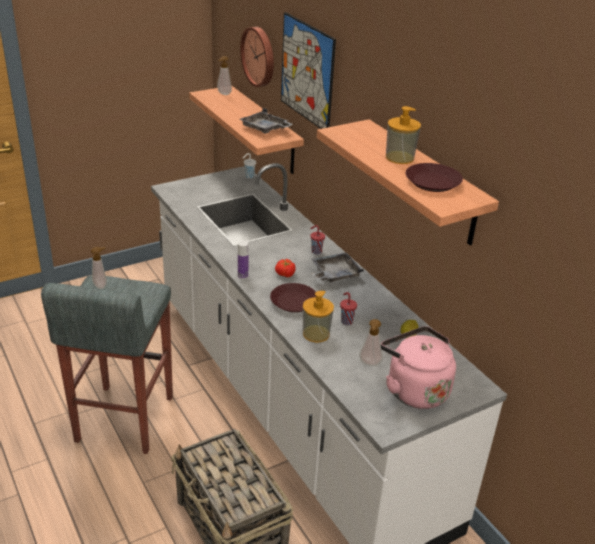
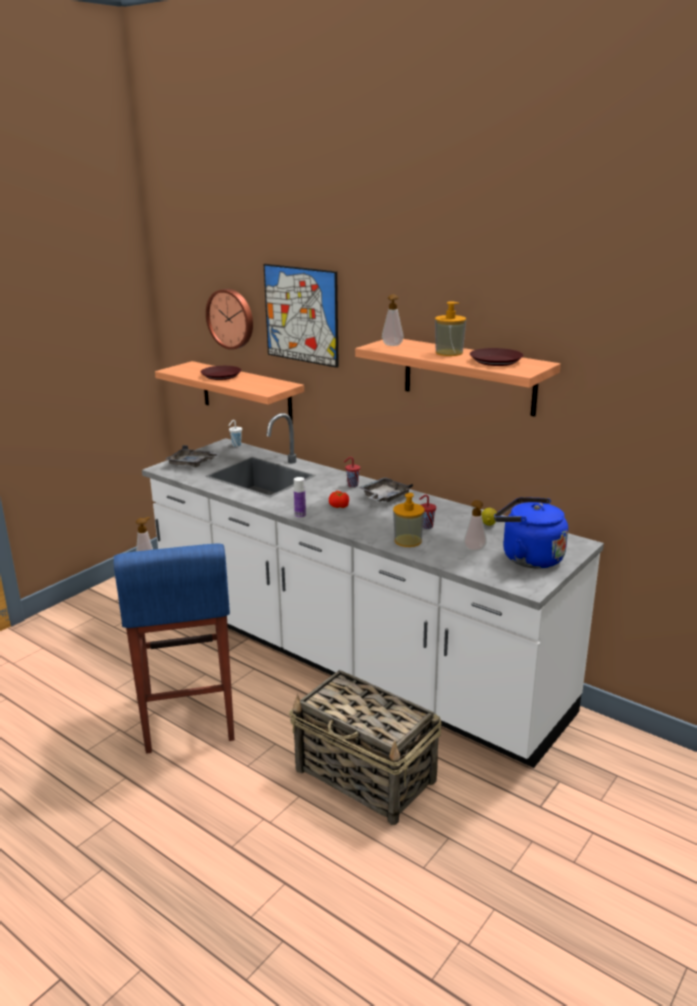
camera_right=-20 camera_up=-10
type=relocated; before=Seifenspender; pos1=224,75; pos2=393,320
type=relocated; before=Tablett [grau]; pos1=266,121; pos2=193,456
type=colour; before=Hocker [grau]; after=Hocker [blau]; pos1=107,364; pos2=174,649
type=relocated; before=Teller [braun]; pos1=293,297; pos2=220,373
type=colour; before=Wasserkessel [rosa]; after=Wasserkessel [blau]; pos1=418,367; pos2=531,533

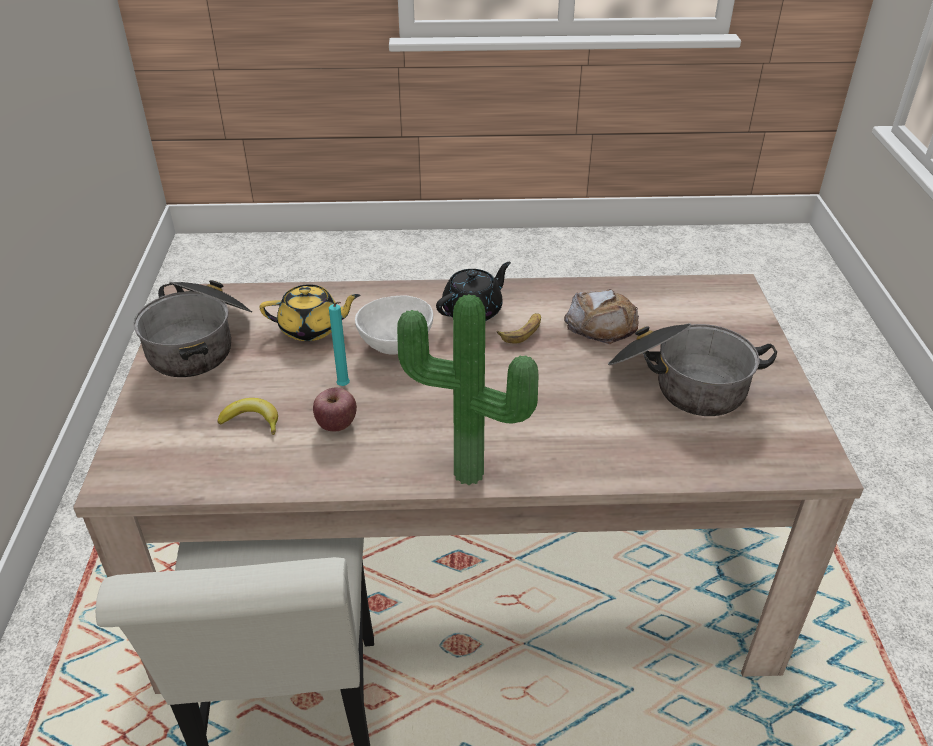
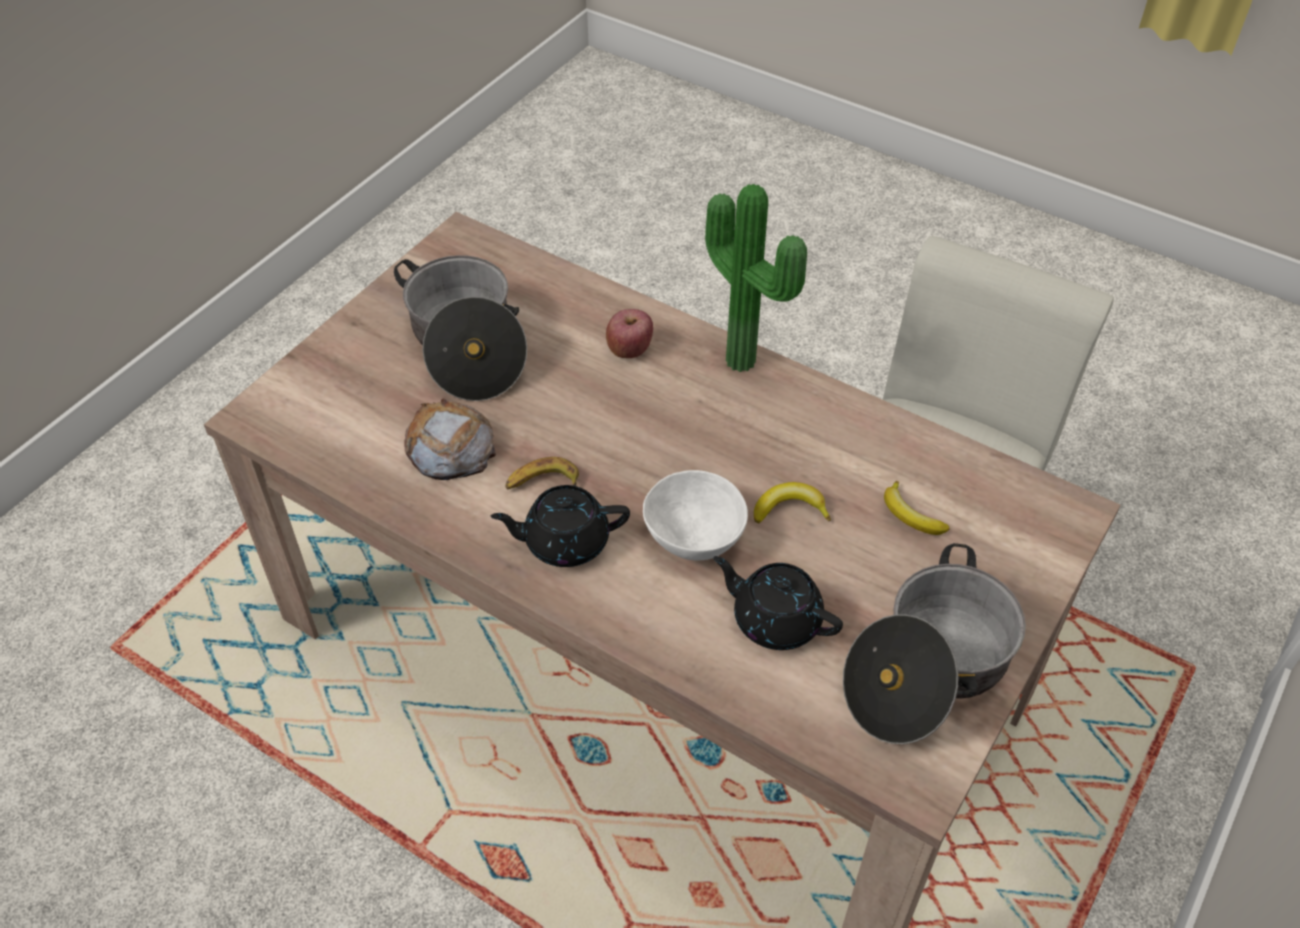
camera_right=-145 camera_up=10
type=colour; before=Teekanne [gelb]; after=Teekanne [schwarz]; pos1=310,313; pos2=778,603
type=exchanged; before=Kerze [türkis]; after=Banane; pos1=339,344; pos2=792,502
type=relocated; before=Apfel; pos1=335,409; pos2=629,333

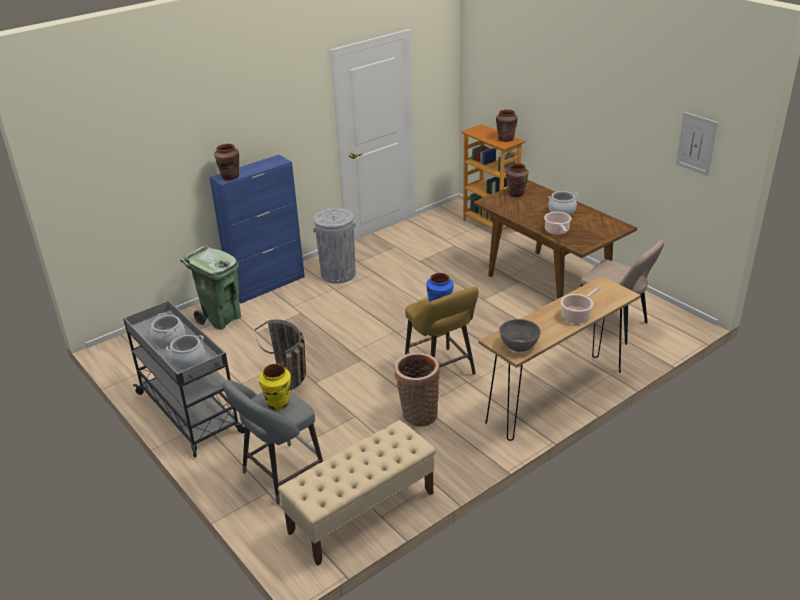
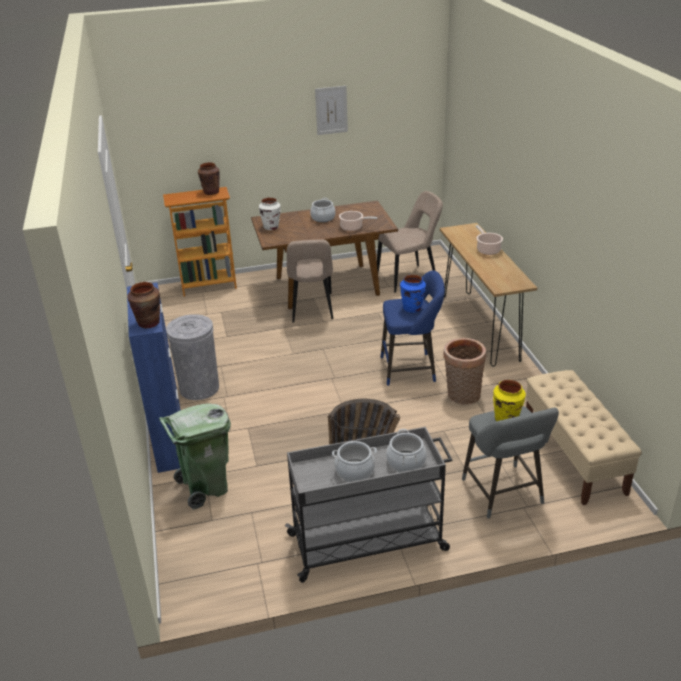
camera_right=-65 camera_up=0
type=relocated; before=Bild; pos1=697,144; pos2=331,110
type=colour; before=Vase [braun]; after=Vase [weiß]; pos1=517,180; pos2=270,214
type=colour; before=Hocker [gelb]; after=Hocker [blau]; pos1=442,331; pos2=413,328
type=missing; before=Schüssel [grau]; pos1=520,335
type=appeared; after=Stuhl [beige]; pos2=310,281

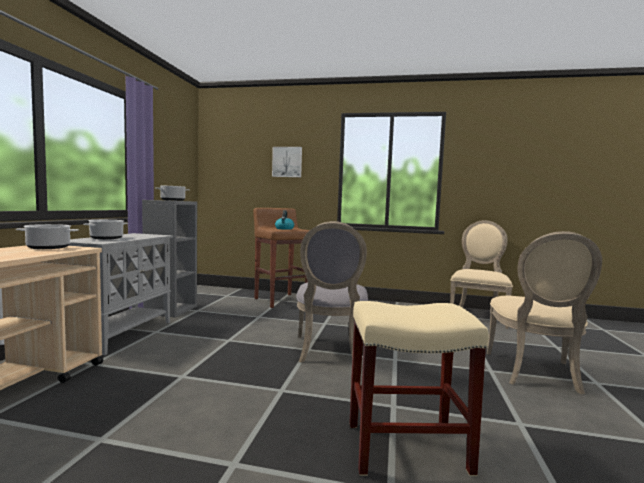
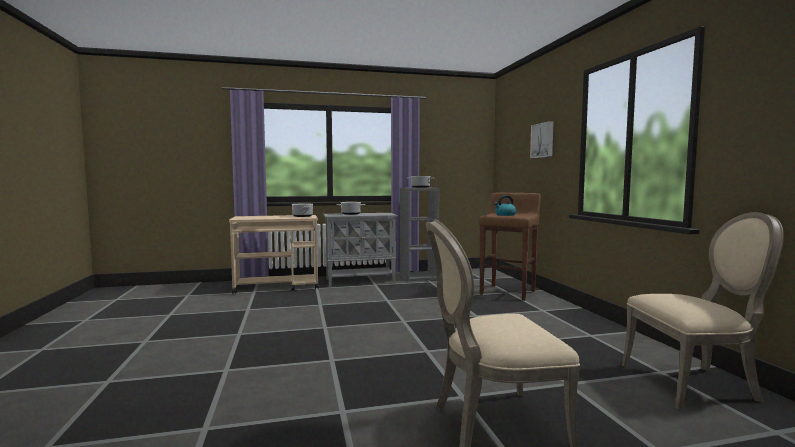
camera_right=65 camera_up=0
type=missing; before=Stuhl [grau]; pos1=332,292
type=missing; before=Hocker [beige]; pos1=419,388

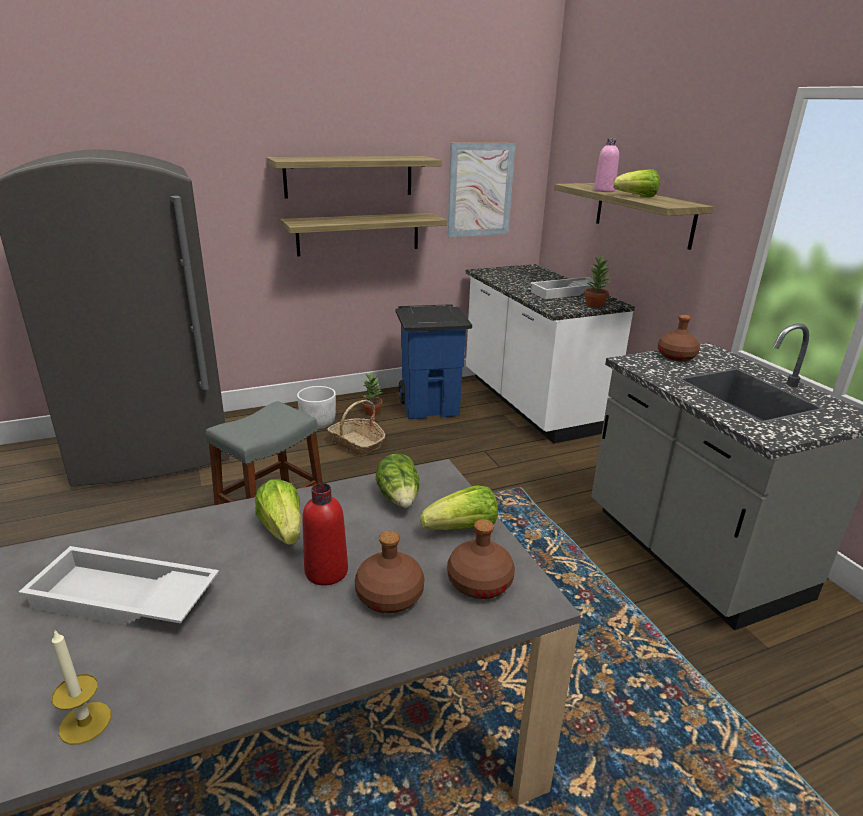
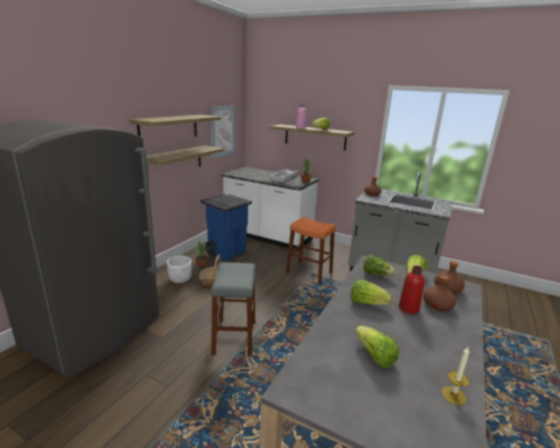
camera_right=-40 camera_up=-5
type=exchanged; before=Tablett [weiß]; after=Salatkopf; pos1=118,586; pos2=377,347
type=appeared; after=Hocker [orange]; pos2=311,250

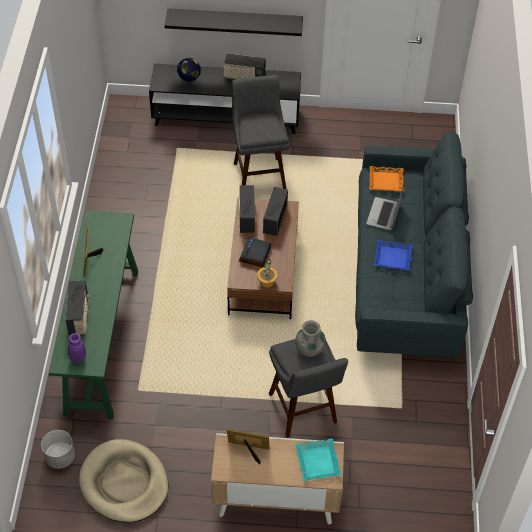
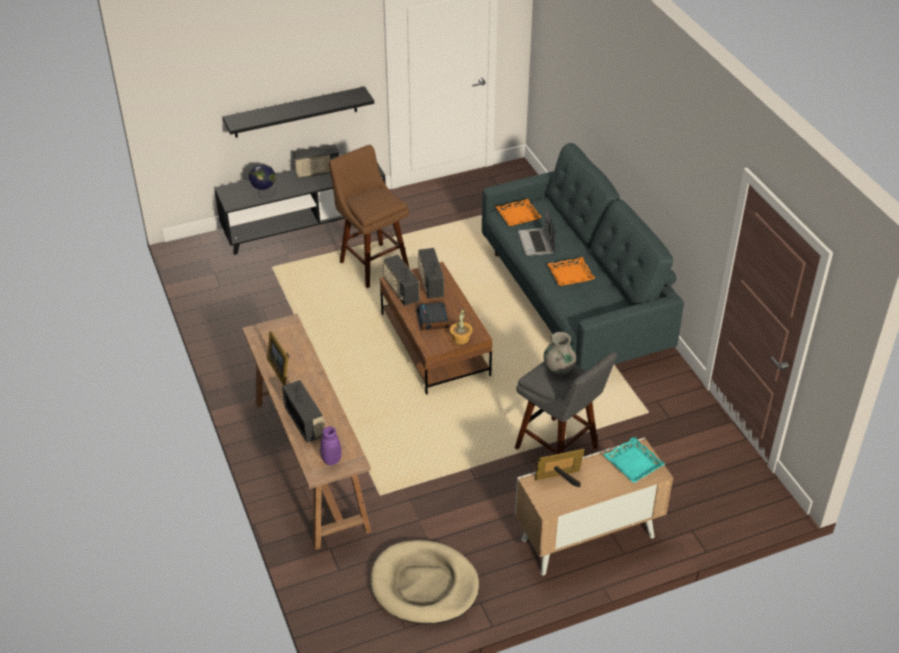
camera_right=-25 camera_up=-10
type=colour; before=Hocker [grau]; after=Hocker [braun]; pos1=260,132; pos2=369,216
type=colour; before=Konsolentisch [grün]; after=Konsolentisch [braun]; pos1=93,315; pos2=306,432
type=colour; before=Tablett [blau]; after=Tablett [orange]; pos1=393,255; pos2=571,271
type=missing; before=Pflanzkübel [grau]; pos1=58,449

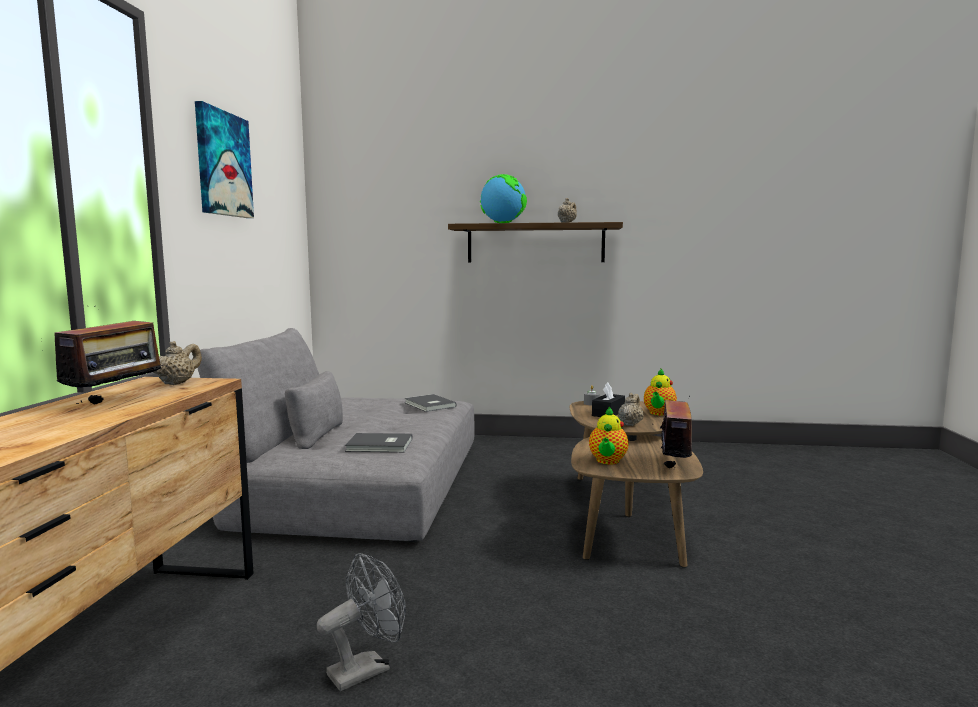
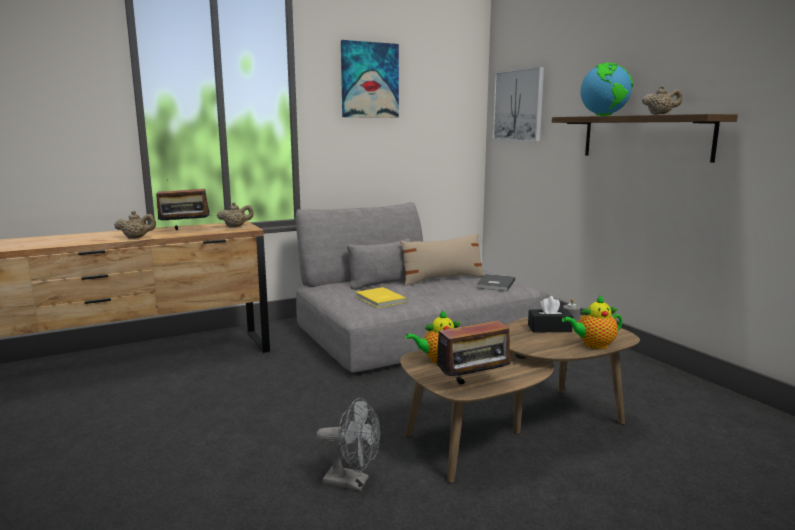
camera_right=55 camera_up=5
type=relocated; before=Teekanne [beige]; pos1=631,409; pos2=135,225
type=colour; before=Buch [grau]; after=Buch [gelb]; pos1=378,442; pos2=381,297
type=relocated; before=Ventilator [grau]; pos1=361,622; pos2=348,444
type=appeared; after=Bild; pos2=518,104
type=appeared; after=Kissen [beige]; pos2=442,260

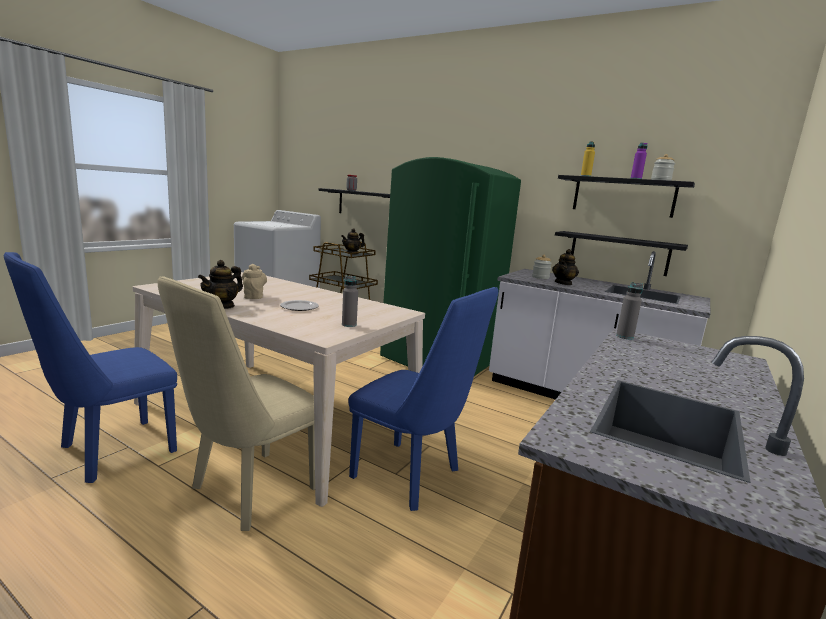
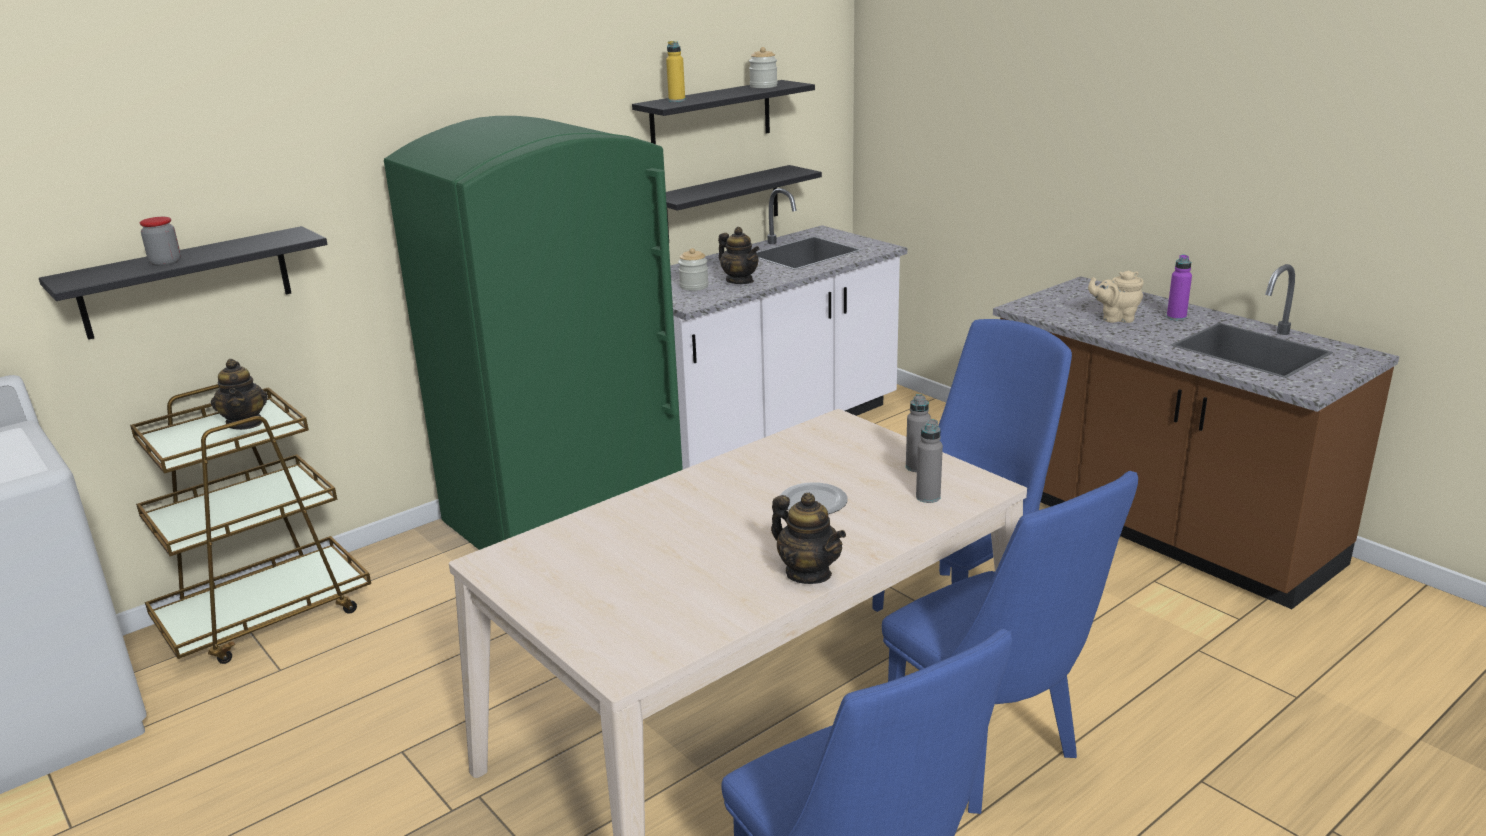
camera_right=-70 camera_up=10
type=relocated; before=Flasche [lila]; pos1=639,161; pos2=1179,288
type=relocated; before=Teekanne [beige]; pos1=254,281; pos2=1116,297
type=colour; before=Stuhl [beige]; after=Stuhl [blau]; pos1=236,403; pos2=1010,642
type=relocated; before=Flasche [grau]; pos1=629,311; pos2=929,461

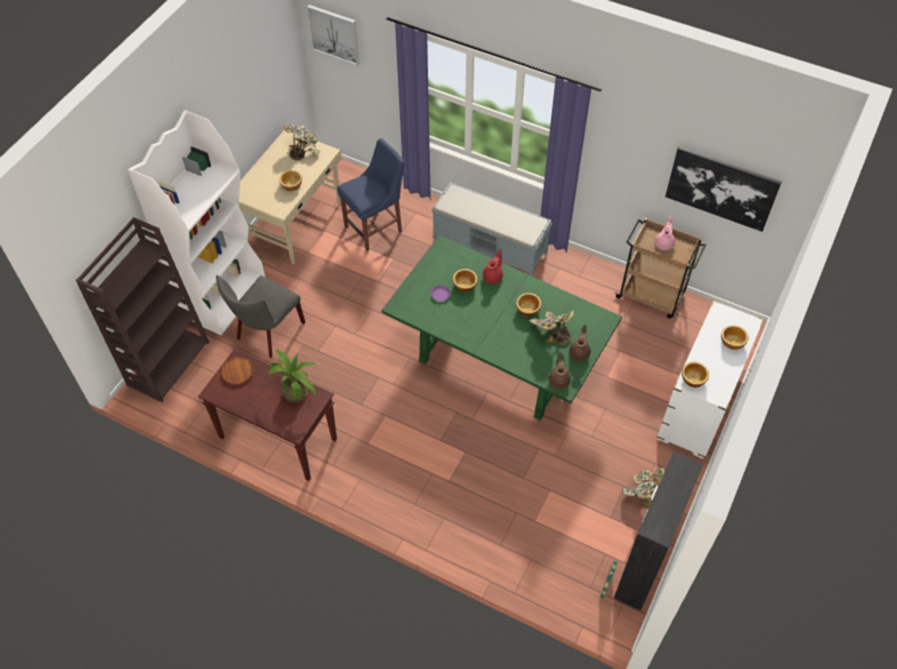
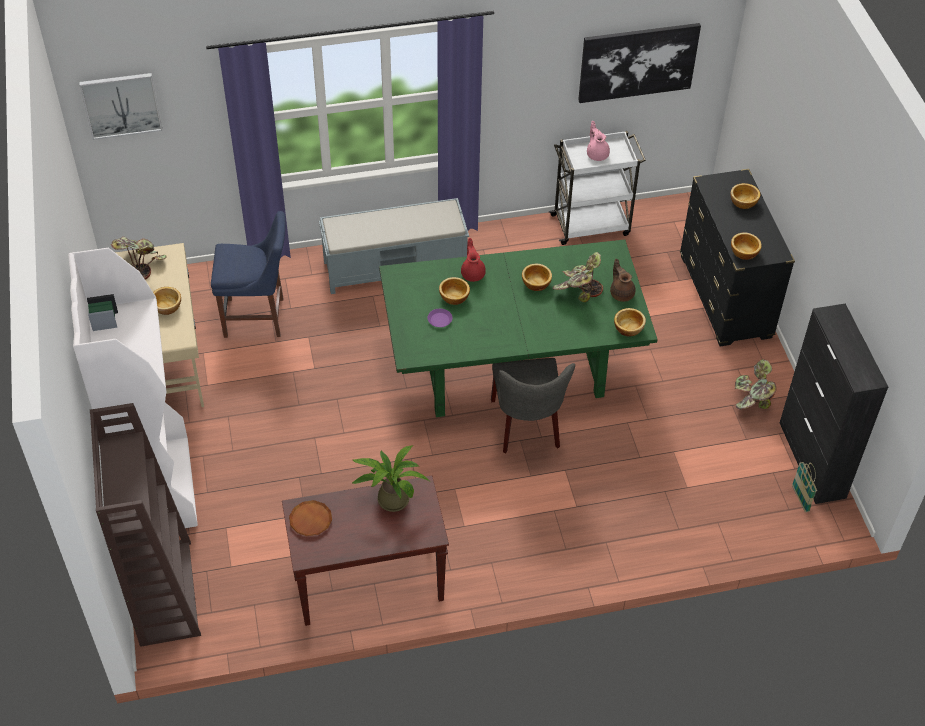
camera_right=-40 camera_up=-5
type=spun; before=Stuhl [blau]; pos1=371,194; pos2=248,274; turn=75
type=colour; before=Rollwagen [braun]; after=Rollwagen [weiß]; pos1=660,268; pos2=597,188
type=relocated; before=Stuhl [grau]; pos1=260,316; pos2=533,405
type=colour; before=Kommode [weiß]; after=Kommode [schwarz]; pos1=710,379; pos2=737,257
type=exchanged; before=Teekanne [braun]; after=Schüssel; pos1=560,370; pos2=630,322

